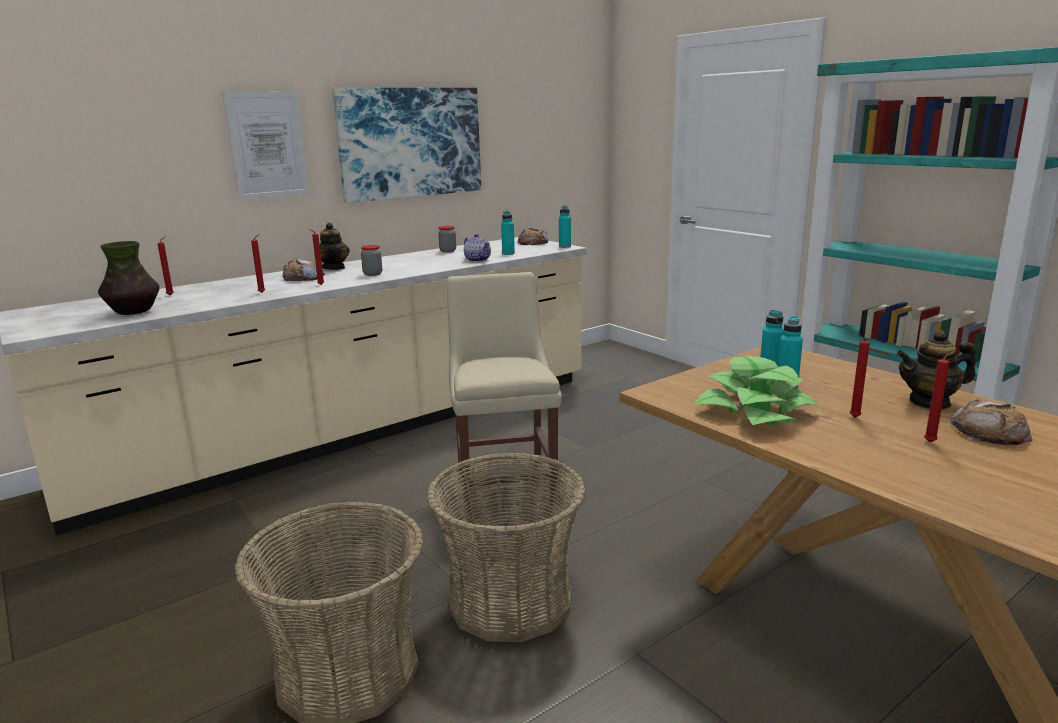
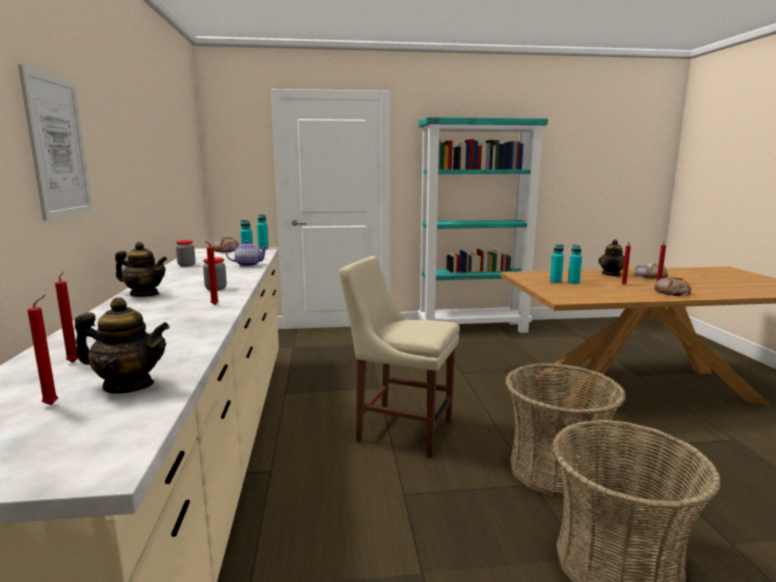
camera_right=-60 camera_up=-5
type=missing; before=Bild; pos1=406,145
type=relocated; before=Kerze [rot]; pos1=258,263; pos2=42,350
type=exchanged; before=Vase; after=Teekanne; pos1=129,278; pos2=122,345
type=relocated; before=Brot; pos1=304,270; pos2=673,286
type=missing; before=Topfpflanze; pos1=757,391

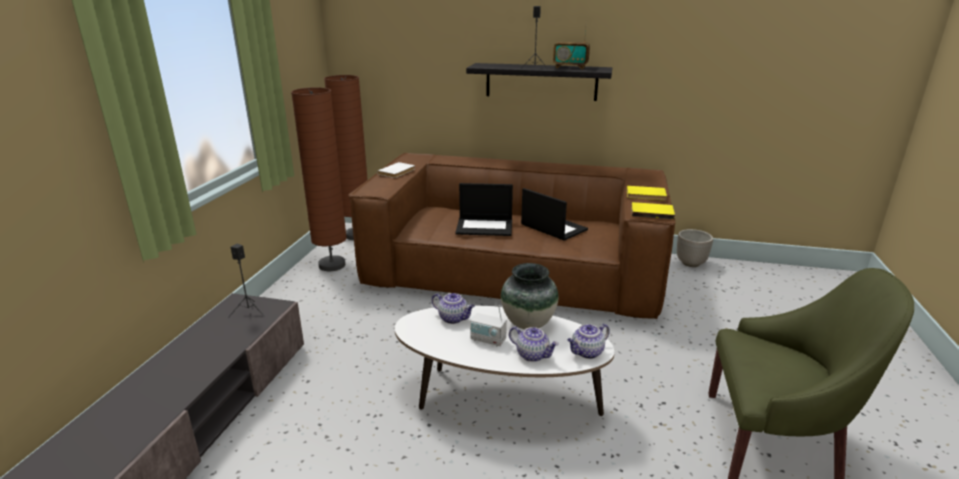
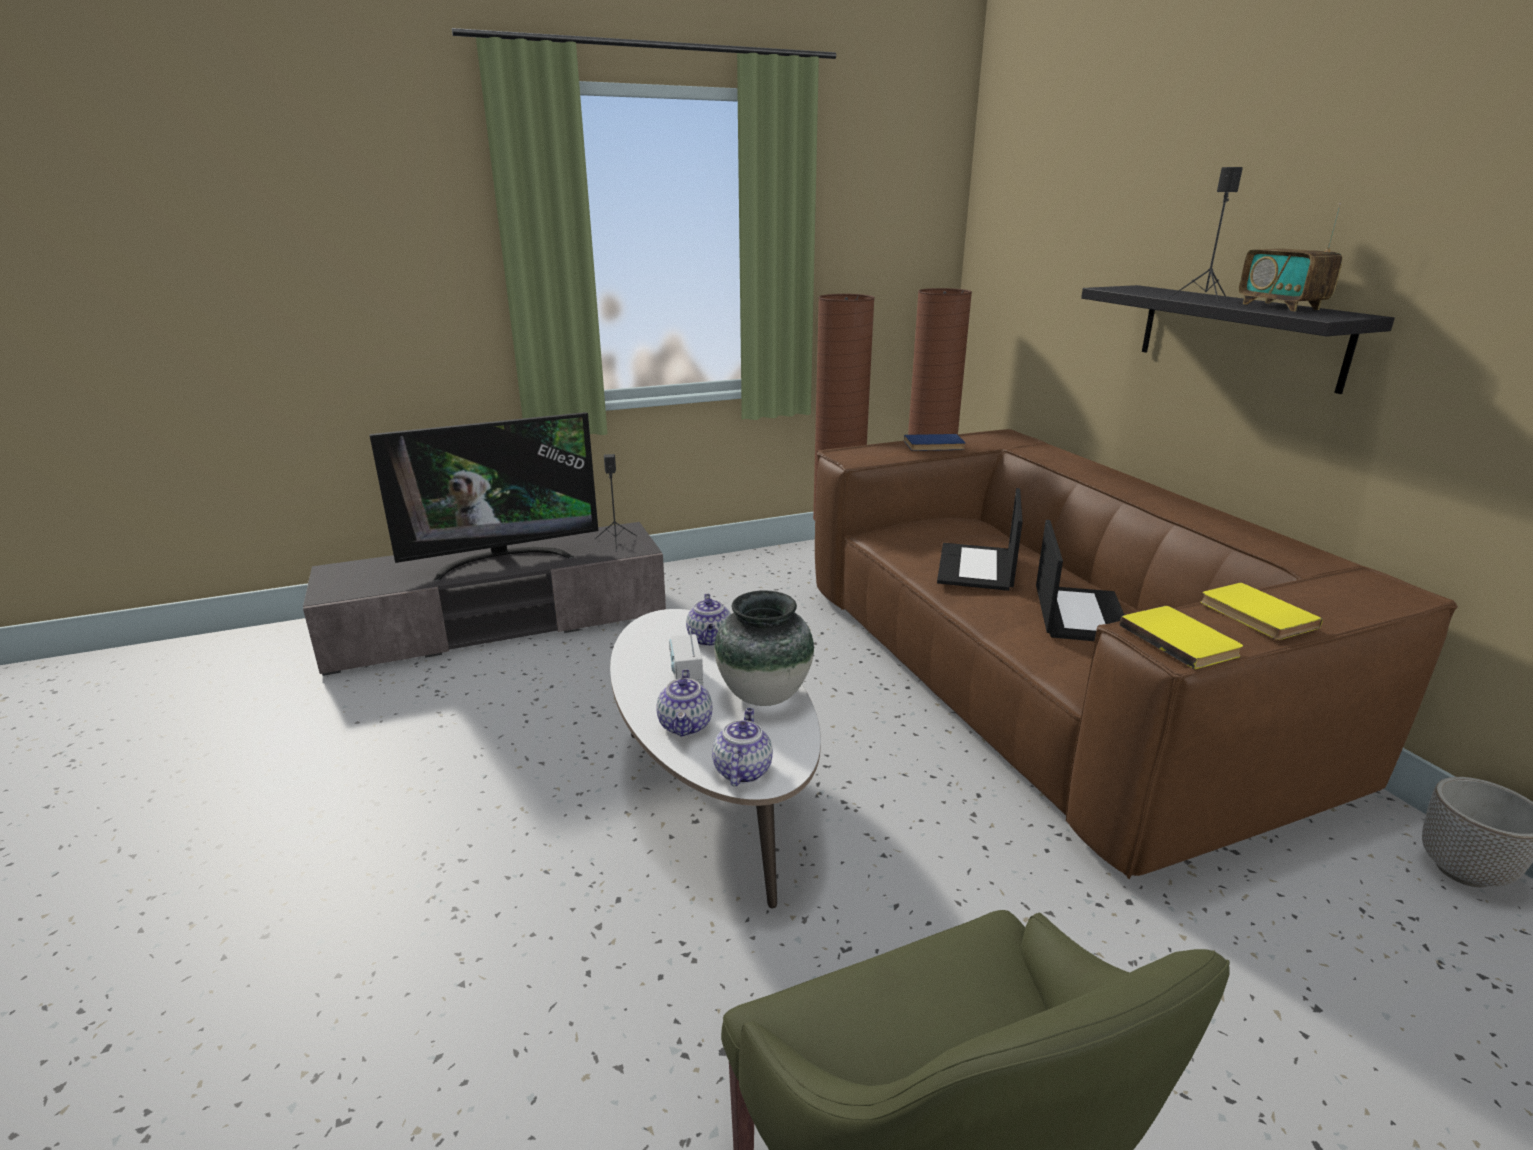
camera_right=55 camera_up=0
type=colour; before=Buch [weiß]; after=Buch [blau]; pos1=396,170; pos2=934,442
type=spun; before=Laptop; pos1=484,209; pos2=980,539; turn=45
type=spun; before=Teekanne; pos1=588,341; pos2=742,747; turn=75
type=appeared; after=Fernseher; pos2=484,496

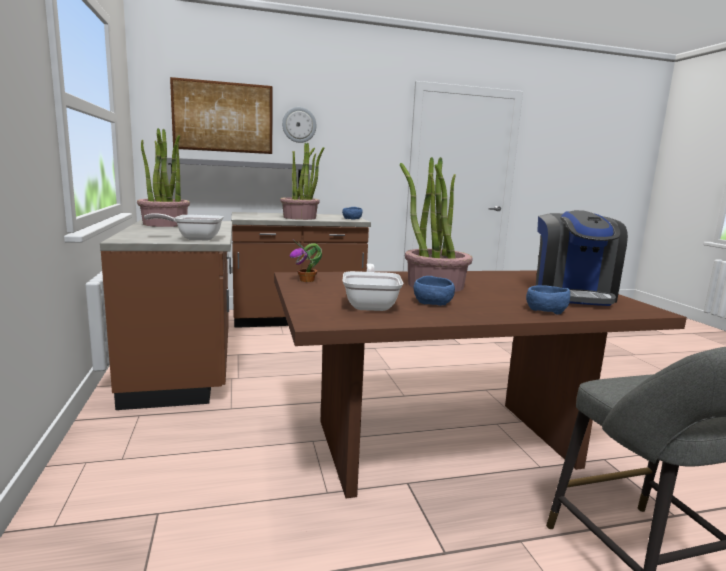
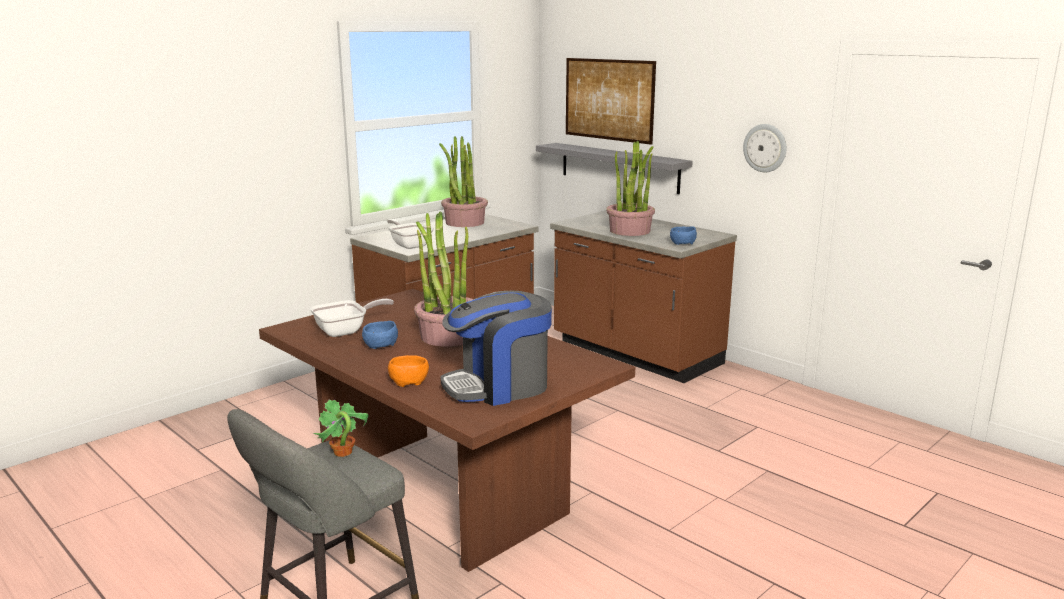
camera_right=60 camera_up=5
type=relocated; before=Wanduhr; pos1=299,125; pos2=764,148
type=relocated; before=Topfpflanze; pos1=306,261; pos2=341,428
type=colour; before=Schüssel [blau]; after=Schüssel [orange]; pos1=548,300; pos2=408,371

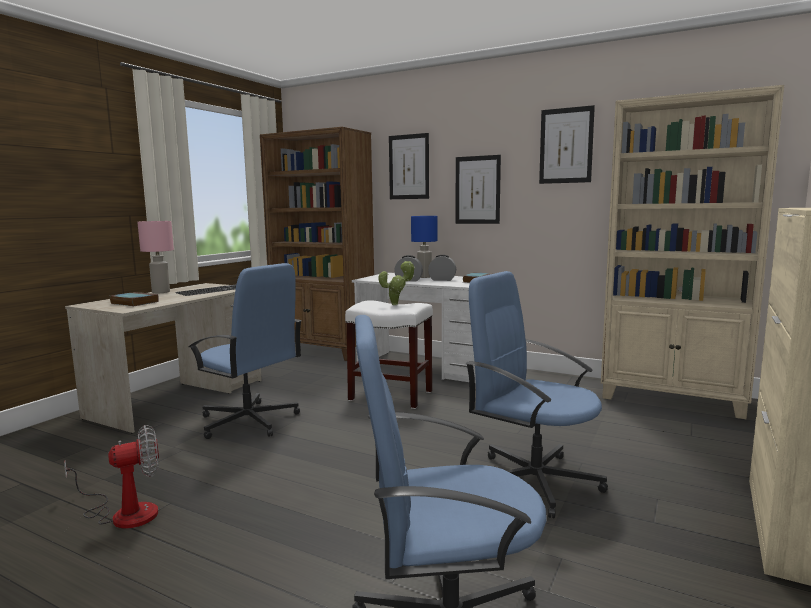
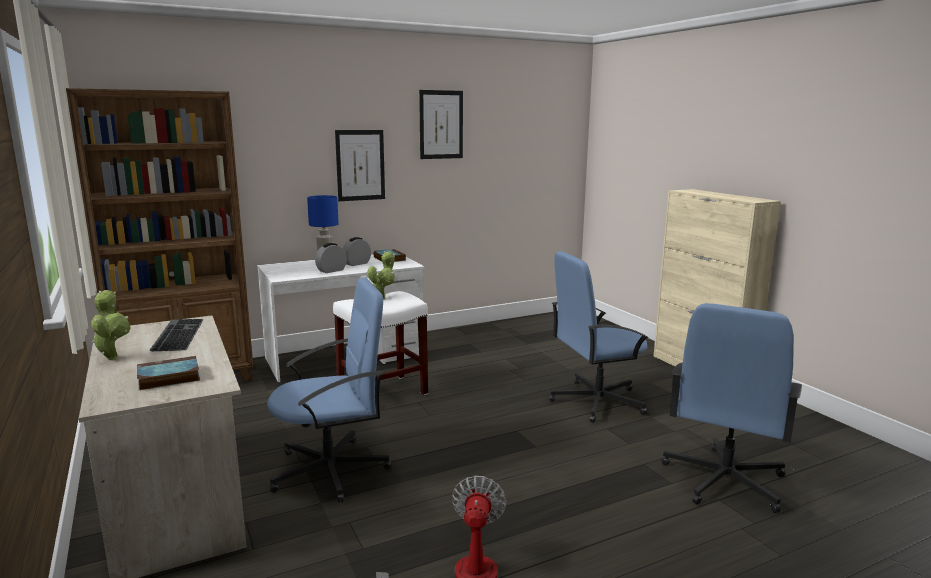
camera_right=-55 camera_up=5
type=missing; before=Bücherregal [beige]; pos1=692,252
type=missing; before=Bild; pos1=409,166
type=exchanged; before=Tischlampe [rosa]; after=Topfpflanze; pos1=155,257; pos2=111,325

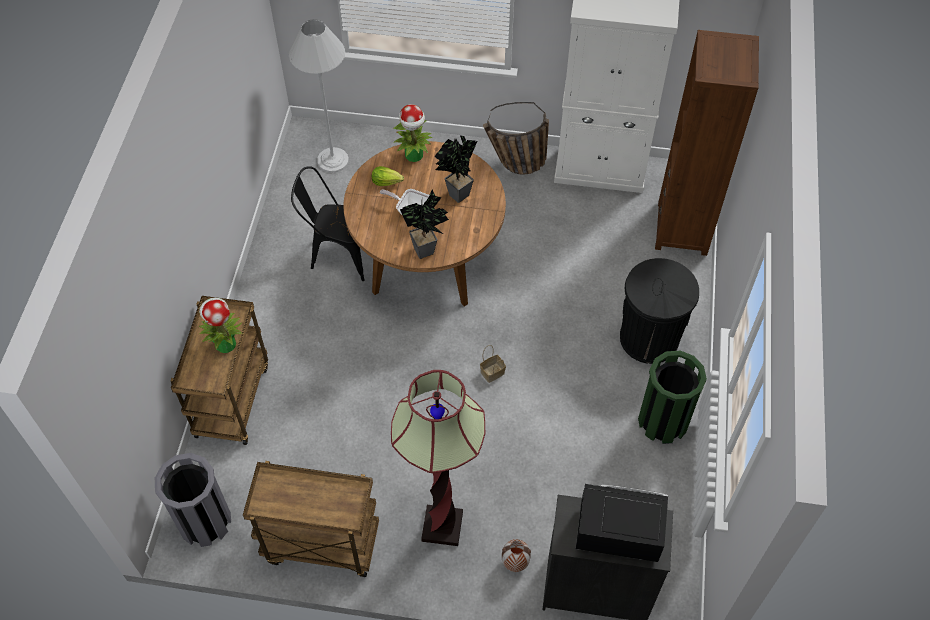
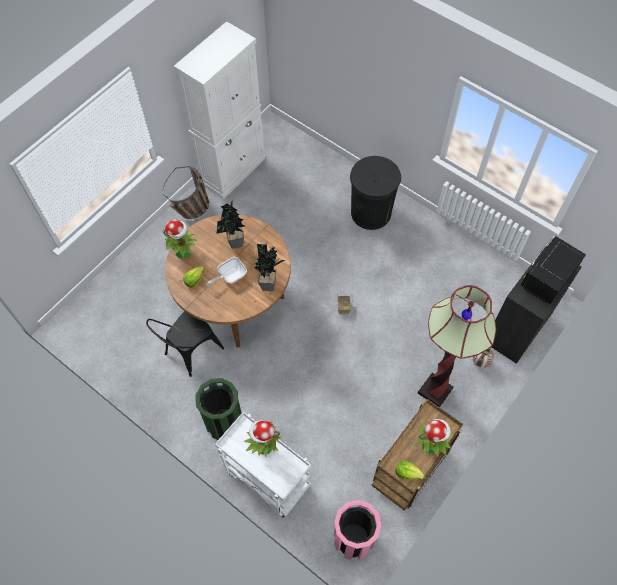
camera_right=-60 camera_up=5
type=missing; before=Stehlampe [weiß]; pos1=319,96
type=missing; before=Bücherregal [braun]; pos1=707,143
type=colour; before=Rollwagen [braun]; after=Rollwagen [weiß]; pos1=219,370; pos2=263,465
type=relocated; before=Mülleimer [grün]; pos1=672,397; pos2=219,409
type=colour; before=Mülleimer [grau]; after=Mülleimer [rosa]; pos1=193,500; pos2=358,530
type=appeared; after=Topfpflanze; pos2=434,438
type=appeared; after=Salatkopf; pos2=410,470

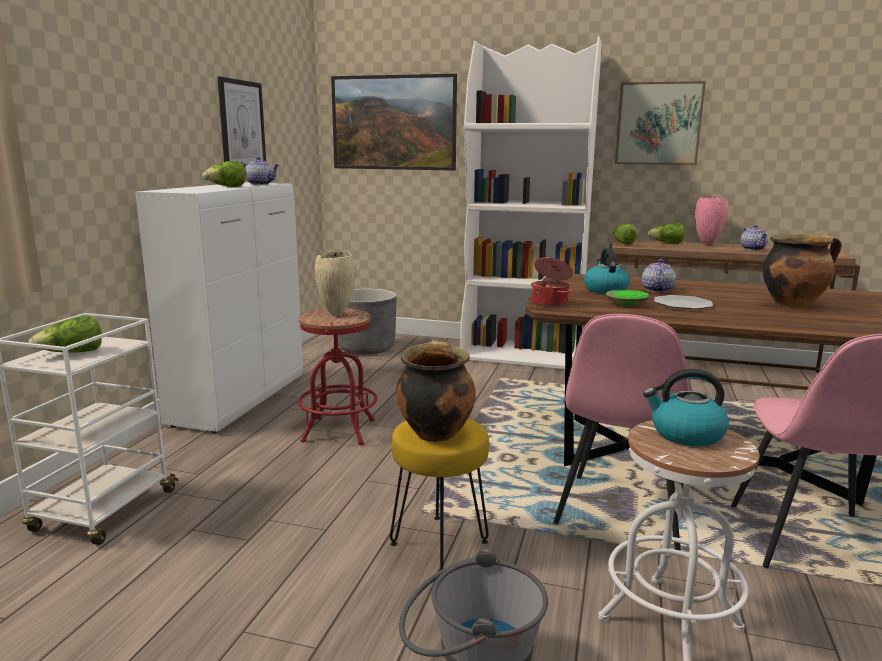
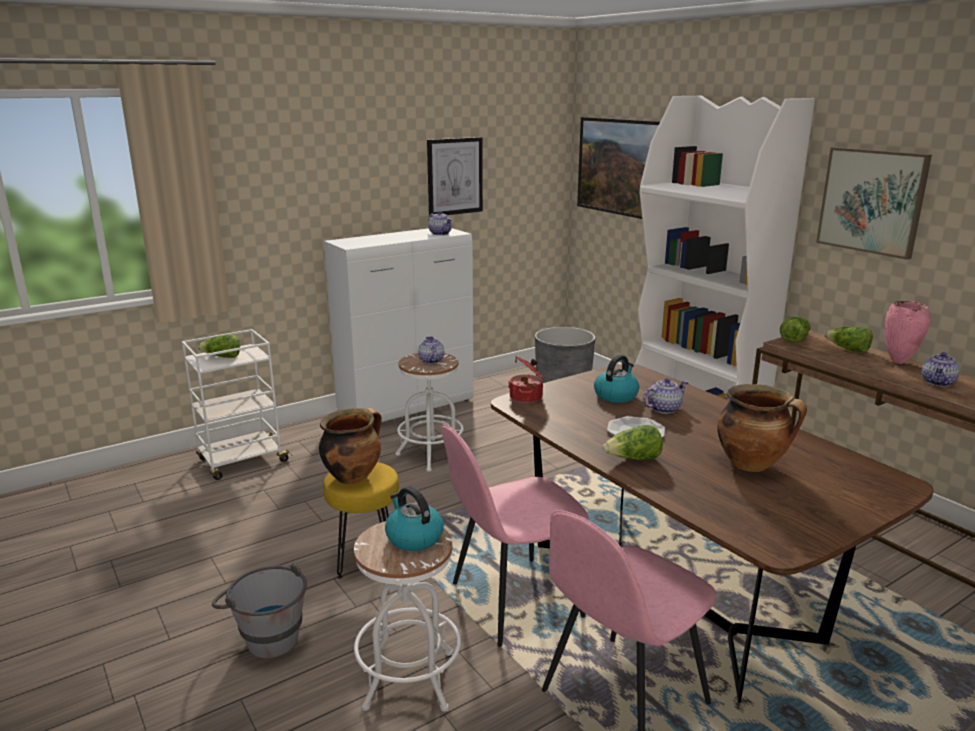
camera_right=40 camera_up=5
type=relocated; before=Salatkopf; pos1=224,174; pos2=633,442
type=exchanged; before=Vase [beige]; after=Teekanne; pos1=335,284; pos2=431,350
type=missing; before=Teller [grün]; pos1=627,298
type=colour; before=Hocker [rot]; after=Hocker [weiß]; pos1=337,376; pos2=430,412

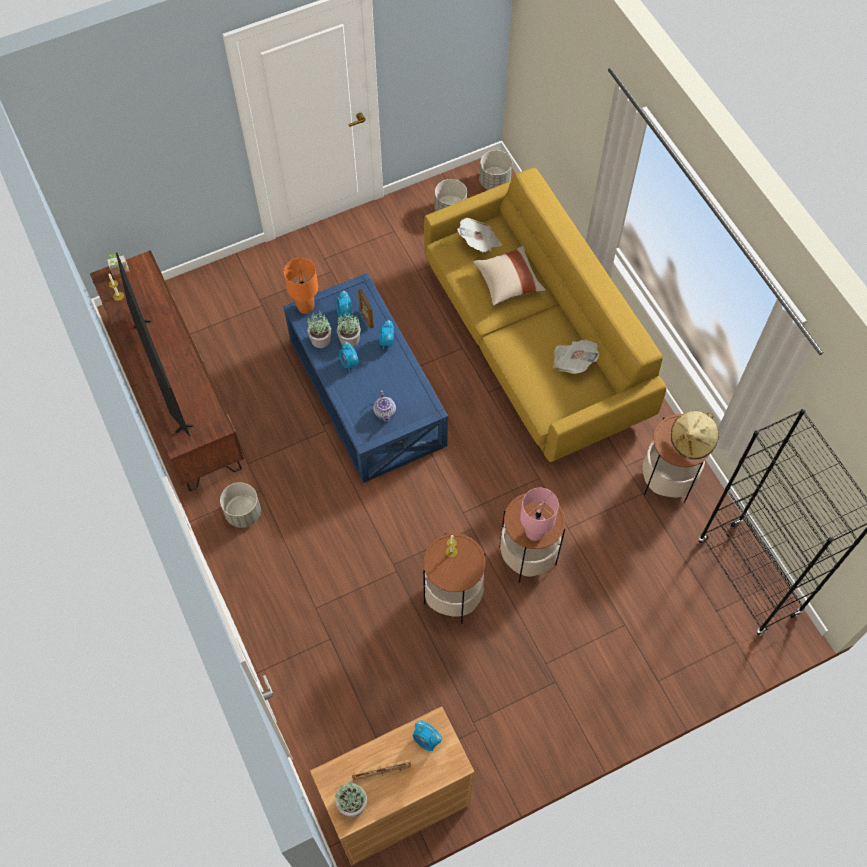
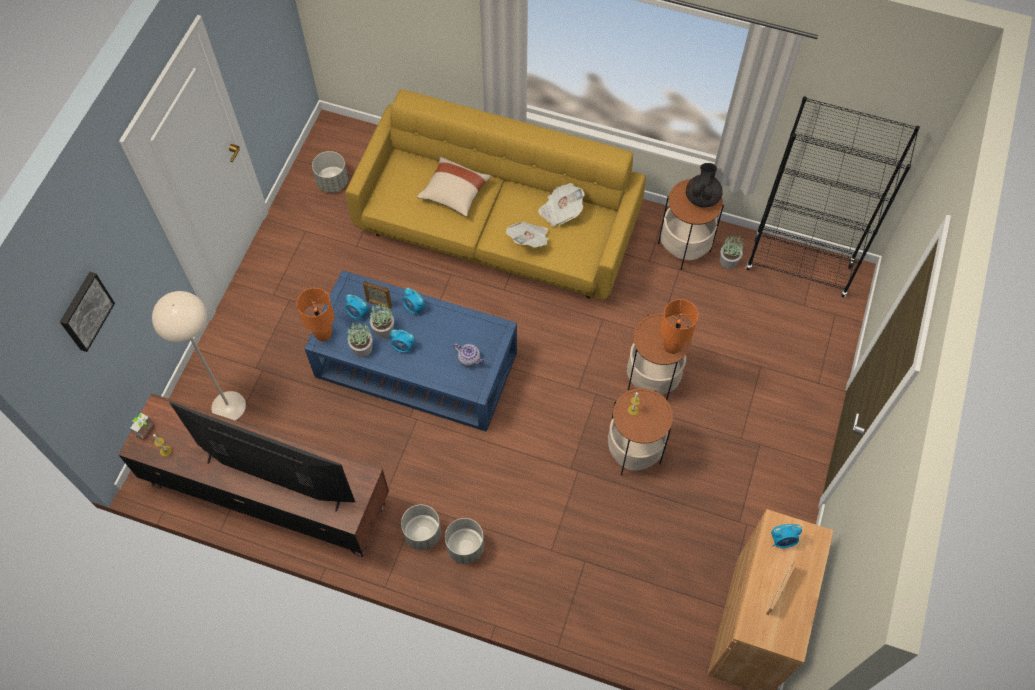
camera_right=-45 camera_up=0
type=relocated; before=Pflanzkübel [grau]; pos1=496,170; pos2=464,541
type=relocated; before=Zeitung; pos1=479,235; pos2=527,234
type=exchanged; before=Hut [beige]; after=Teekanne [schwarz]; pos1=695,435; pos2=704,185
type=colour; before=Tischlampe [rosa]; after=Tischlampe [orange]; pos1=539,514; pos2=679,326
type=relocated; before=Topfpflanze; pos1=351,799; pos2=731,252
type=appeared; after=Bild; pos2=87,312
type=appeared; after=Stehlampe [beige]; pos2=199,355

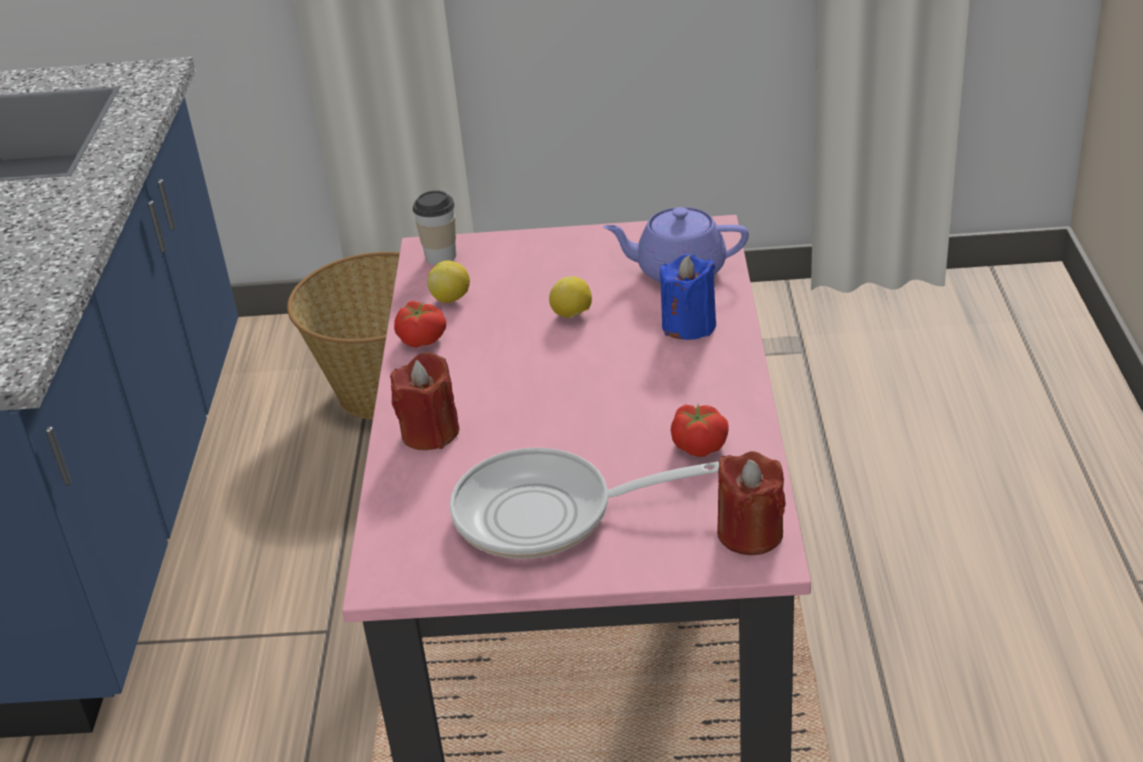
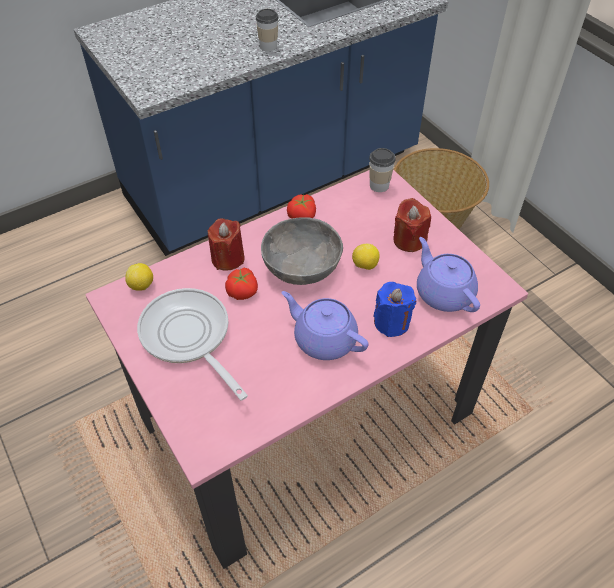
camera_right=55 camera_up=15
type=relocated; before=Zitrone; pos1=448,282; pos2=139,277
type=relocated; before=Tomate; pos1=700,430; pos2=241,284
type=relocated; before=Kerze [rot]; pos1=751,503; pos2=412,225
type=appeared; after=Tasse; pos2=267,30
type=appeared; after=Schüssel [grau]; pos2=302,251
type=appeared; after=Teekanne [lila]; pos2=325,325

